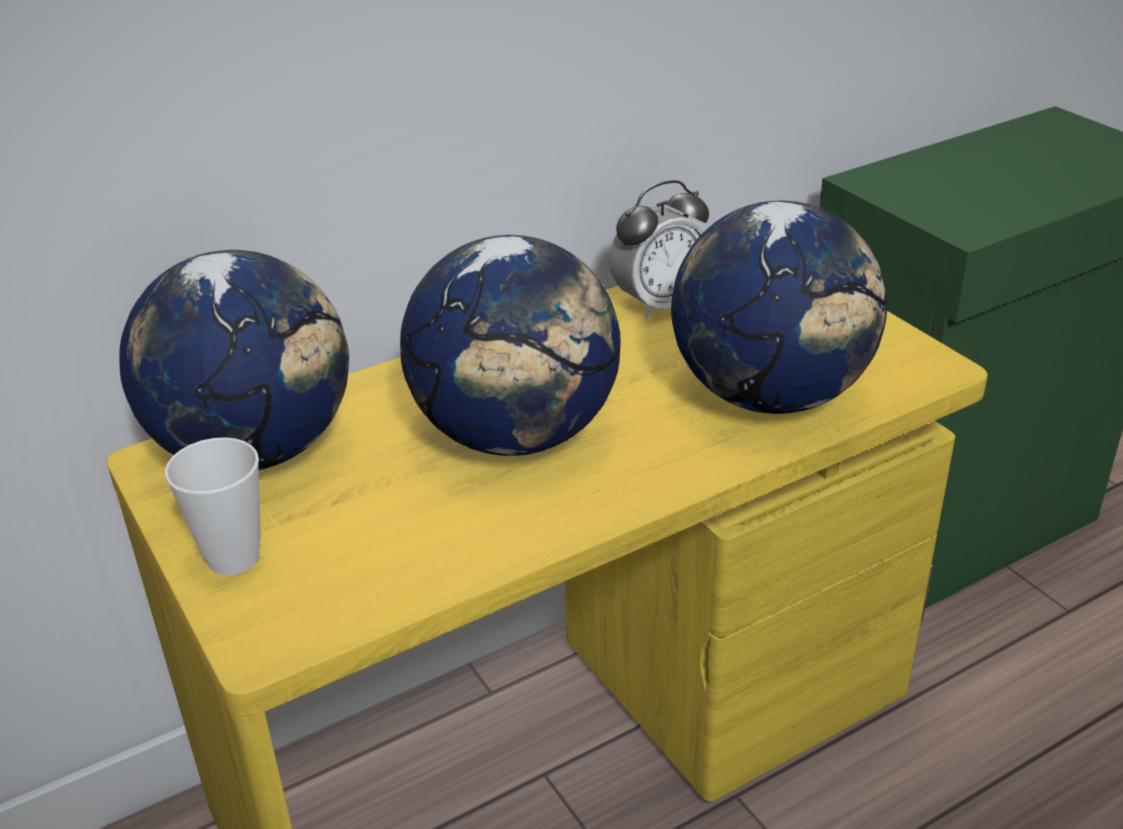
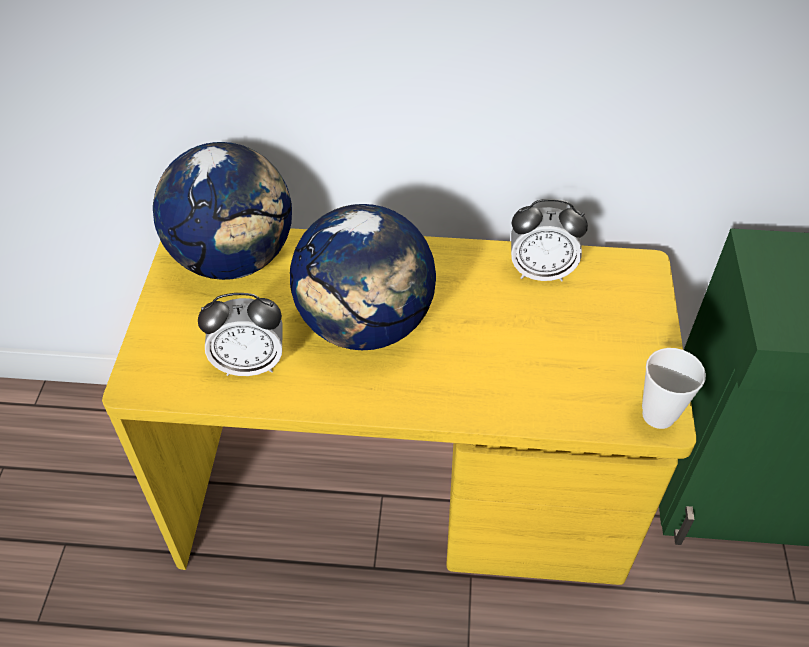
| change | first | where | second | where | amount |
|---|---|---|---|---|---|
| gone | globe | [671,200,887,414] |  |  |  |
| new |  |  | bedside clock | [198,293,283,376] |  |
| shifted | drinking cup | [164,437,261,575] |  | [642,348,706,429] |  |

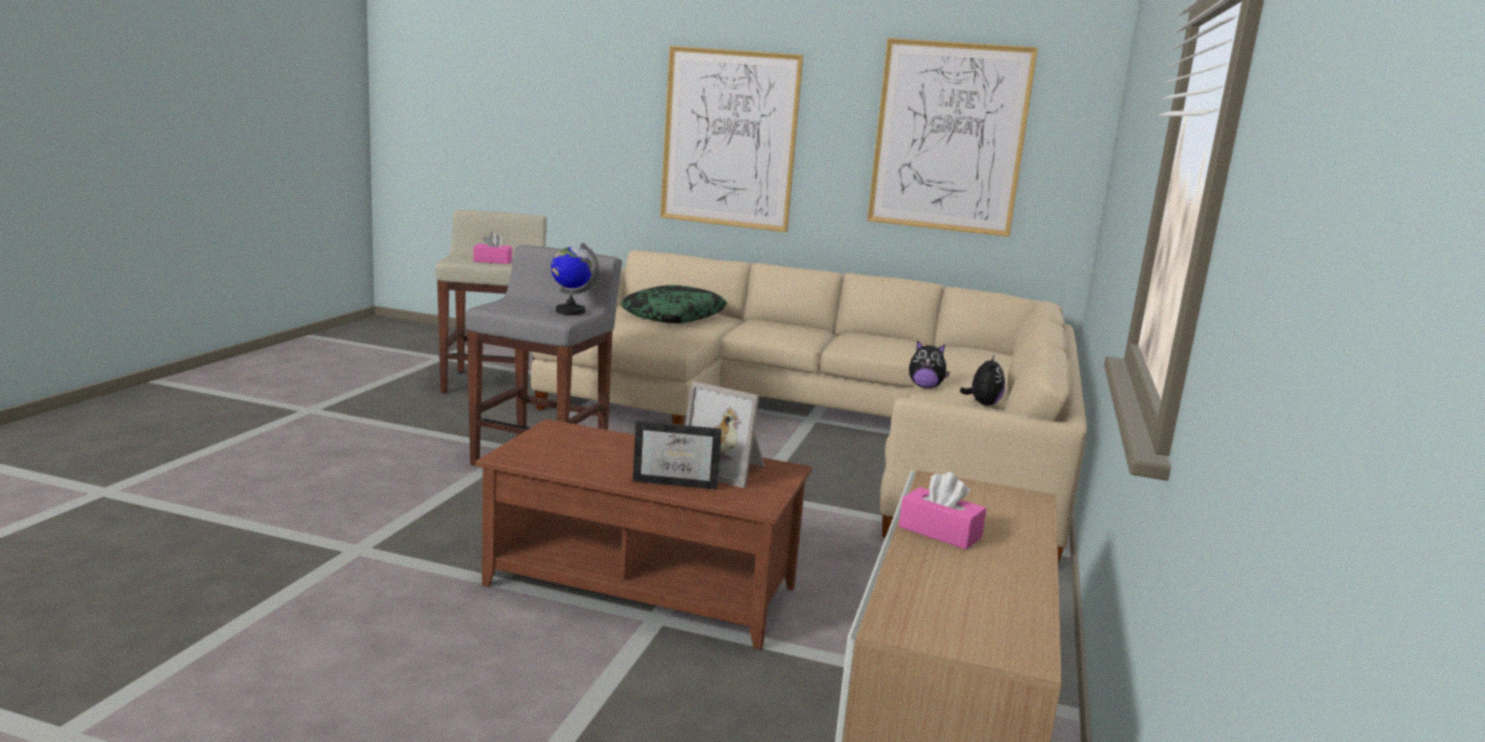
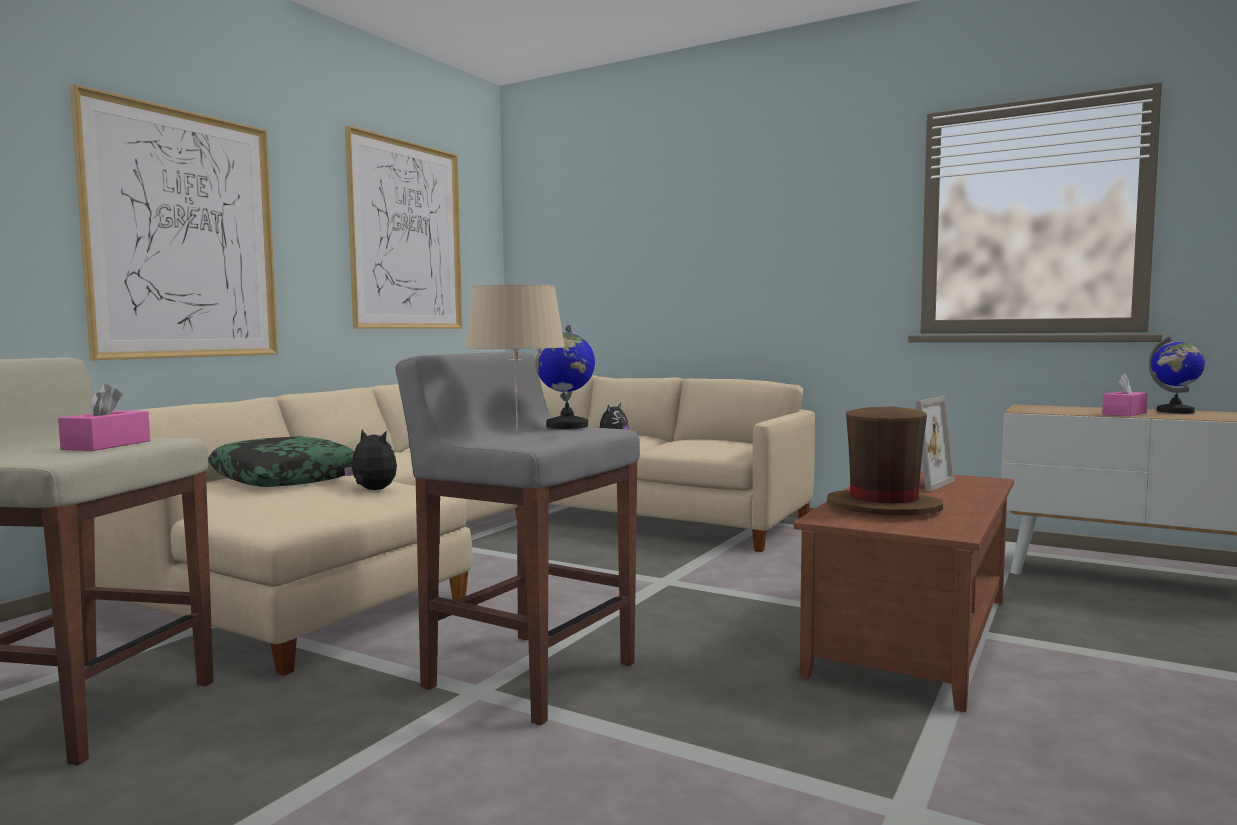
| change | first | where | second | where | amount |
|---|---|---|---|---|---|
| gone | picture frame | [633,421,722,490] |  |  |  |
| new |  |  | table lamp (sand-coloured) | [465,284,565,437] |  |
| new |  |  | clothing hat (brown-coloured) | [827,407,943,515] |  |
| new |  |  | globe | [1149,336,1205,413] |  |
| shifted | soft toy | [960,355,1005,406] |  | [344,429,397,490] |  |

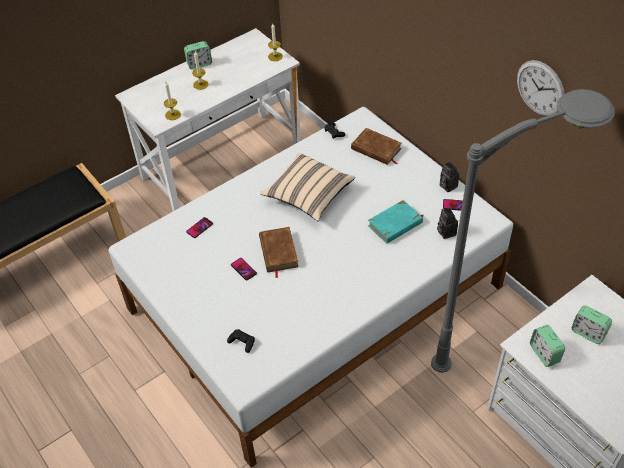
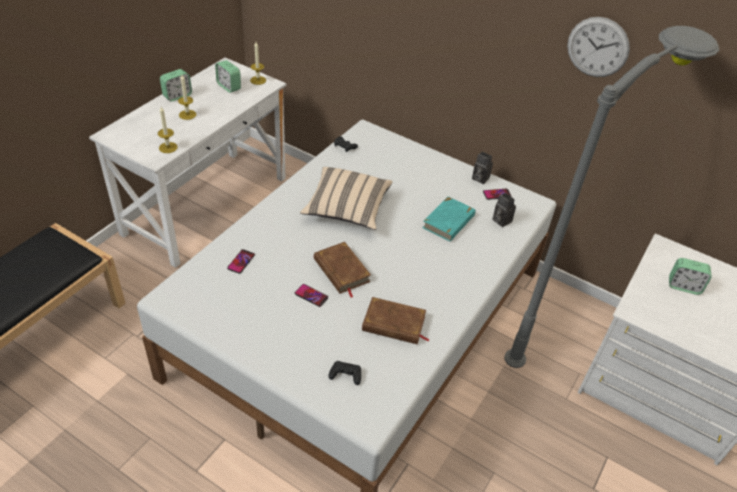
| change | first | where | second | where | amount |
|---|---|---|---|---|---|
| shifted | bound book (brown-coloured) | [351,128,402,165] |  | [362,297,430,344] |  |
| shifted | bedside clock | [530,325,565,367] |  | [215,60,241,93] |  |

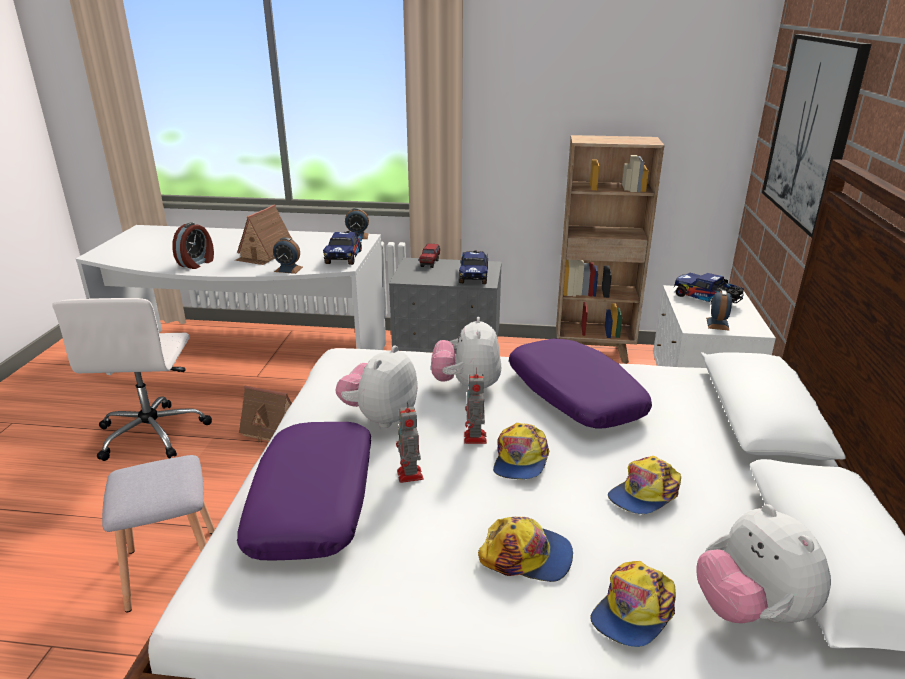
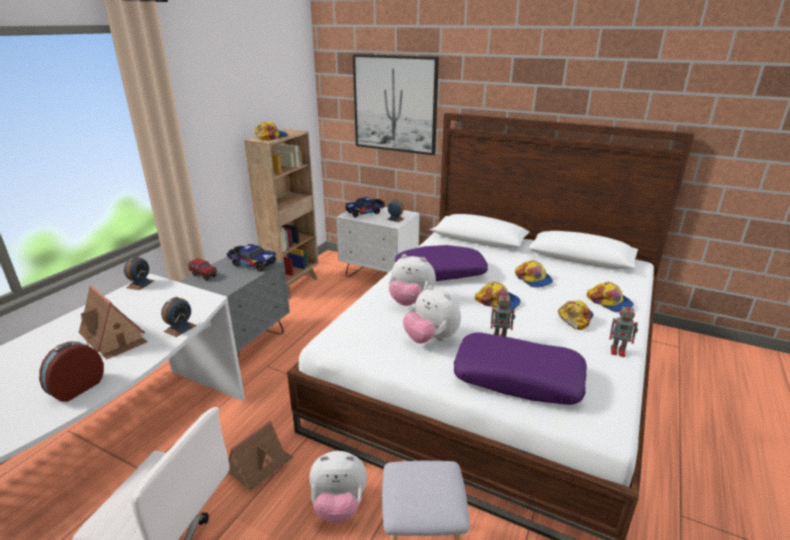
| change | first | where | second | where | amount |
|---|---|---|---|---|---|
| gone | toy lorry | [323,231,362,265] |  |  |  |
| new |  |  | baseball cap | [254,122,288,140] |  |
| shifted | toy robot | [464,368,487,444] |  | [609,303,638,357] |  |
| shifted | soft toy | [696,504,831,624] |  | [310,451,367,523] |  |
| rotated | bedside clock | [172,222,214,269] |  | [39,342,104,402] | 105 degrees counterclockwise |

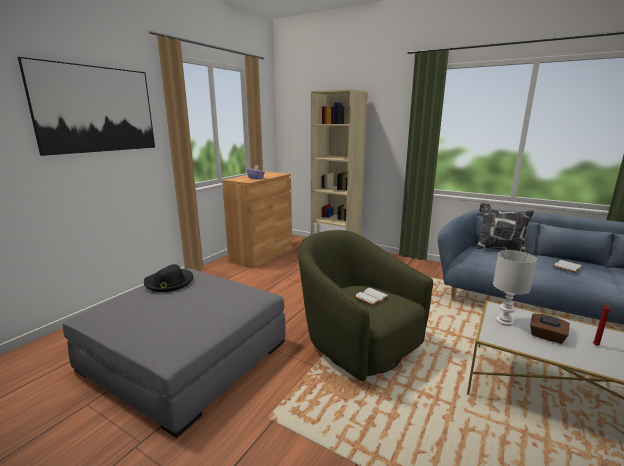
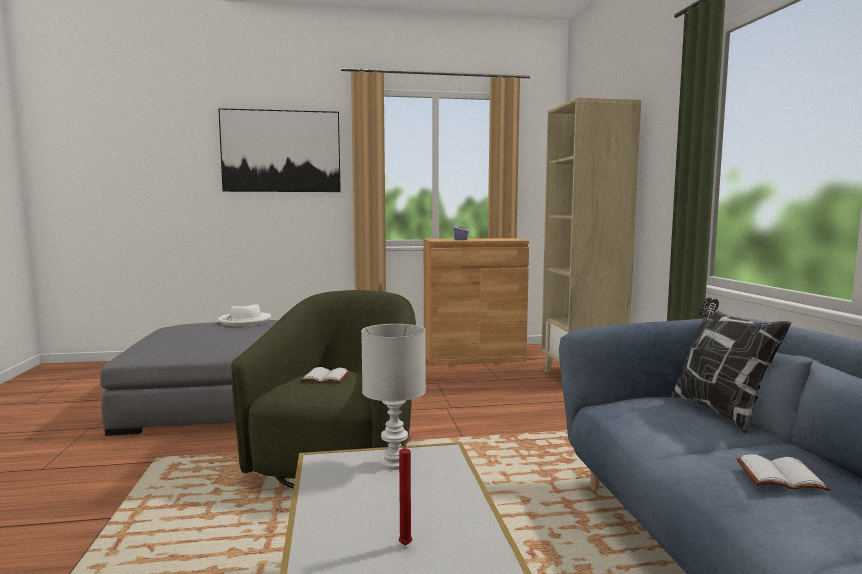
| change | first | where | second | where | amount |
|---|---|---|---|---|---|
| gone | tissue box (brown-coloured) | [530,314,570,344] |  |  |  |
| repainted | clothing hat (black-coloured) | [144,264,193,292] | clothing hat (white) | [218,304,271,326] |  |

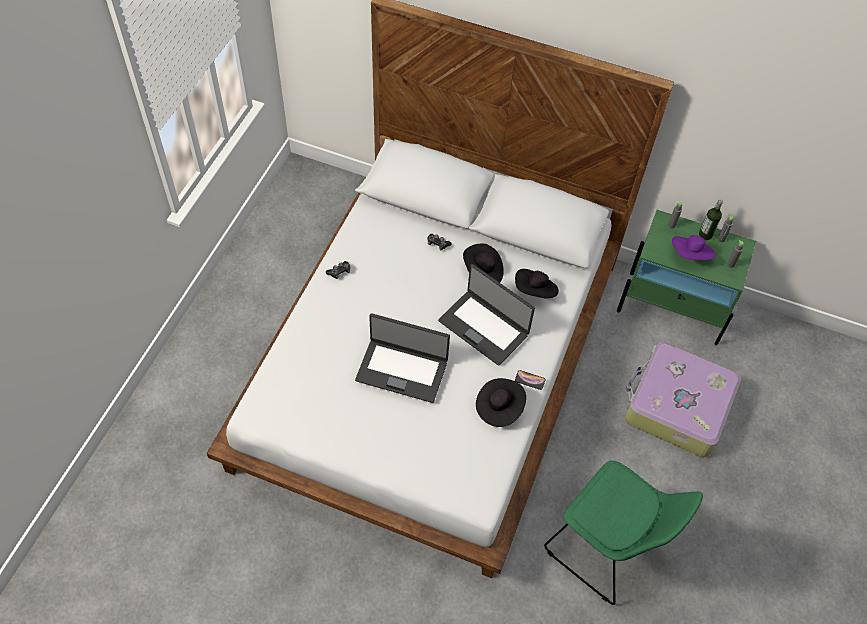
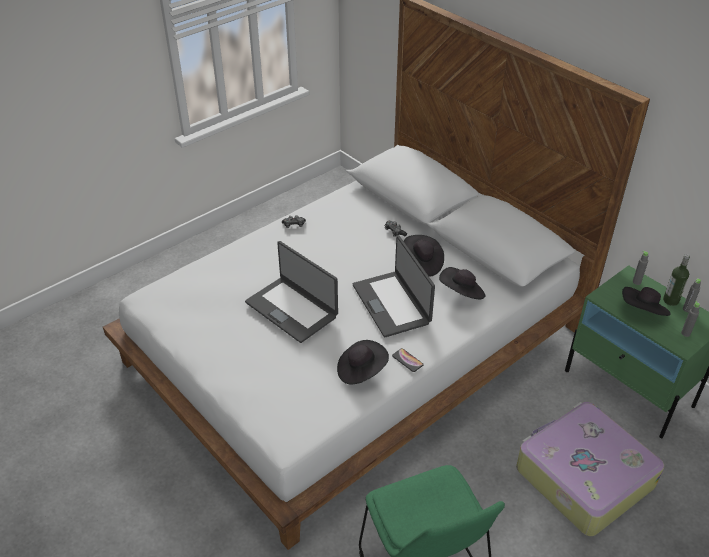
| change | first | where | second | where | amount |
|---|---|---|---|---|---|
| repainted | clothing hat (purplish) | [672,235,716,260] | clothing hat (black-coloured) | [622,287,671,316] |  |

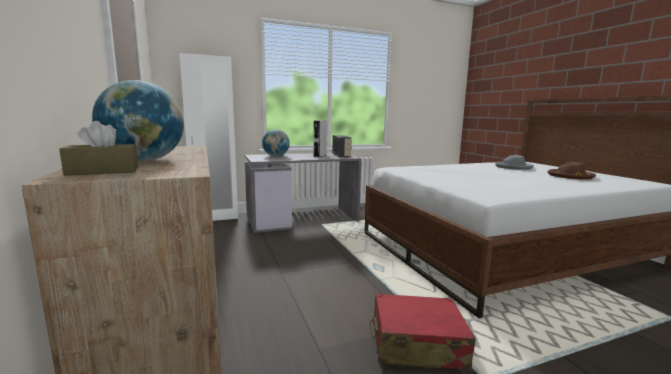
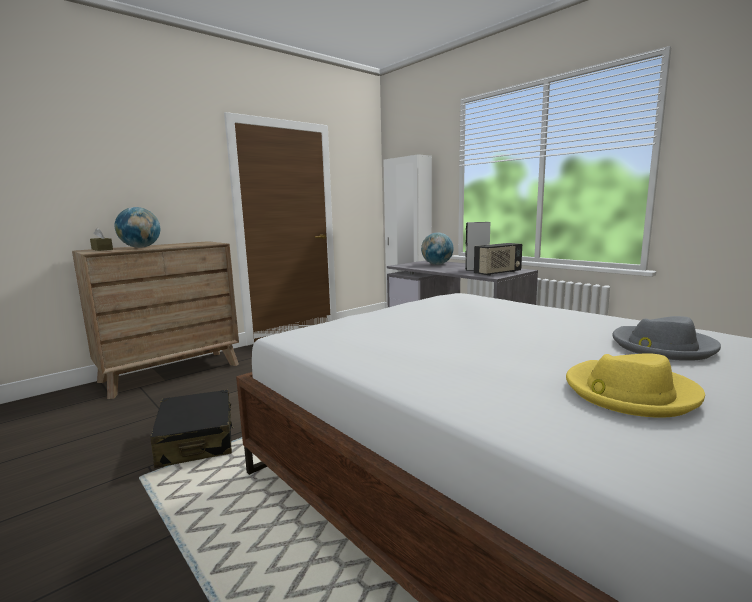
| change | first | where | second | where | amount |
|---|---|---|---|---|---|
| repainted | suitcase (reddish) | [369,293,476,370] | suitcase (black-coloured) | [150,390,234,468] |  |
| repainted | clothing hat (brown-coloured) | [547,162,596,180] | clothing hat (yellow-coloured) | [566,353,705,418] |  |

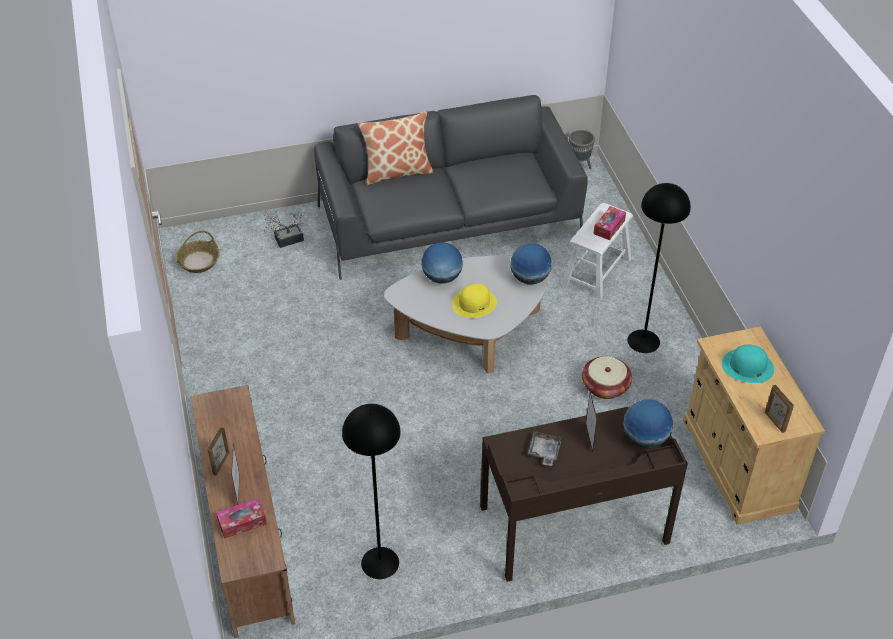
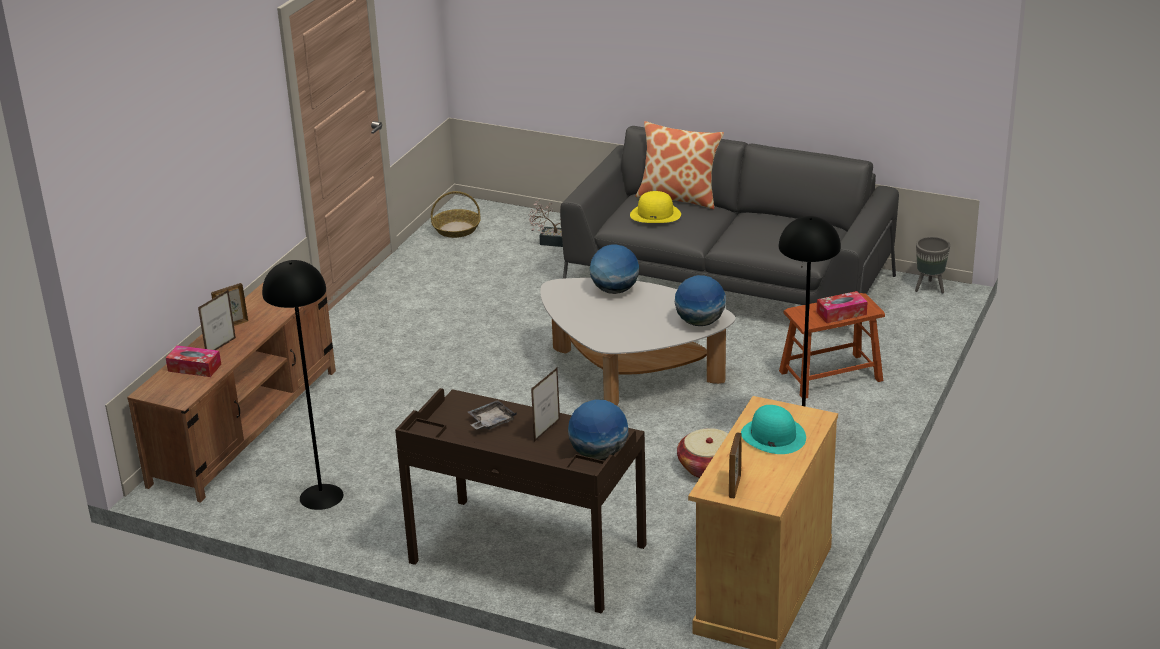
| change | first | where | second | where | amount |
|---|---|---|---|---|---|
| shifted | clothing hat (yellow-coloured) | [452,283,497,318] |  | [630,191,681,223] |  |
| repainted | stool seat (white) | [562,203,633,299] | stool seat (brown-coloured) | [779,293,885,398] |  |

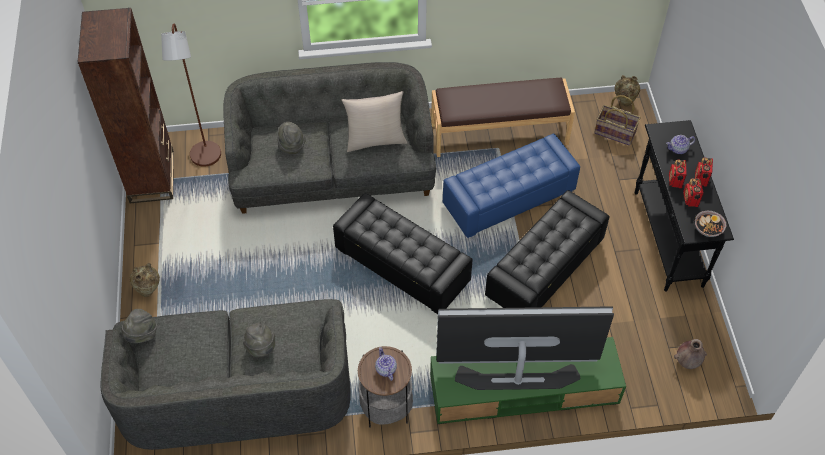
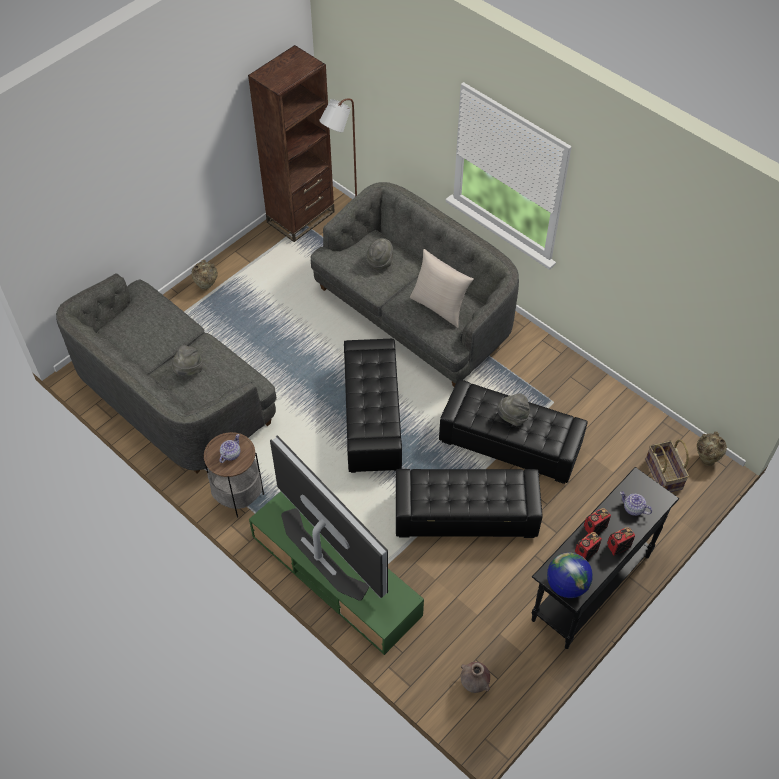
| change | first | where | second | where | amount |
|---|---|---|---|---|---|
| gone | long seat (brown-coloured) | [431,78,575,157] |  |  |  |
| shifted | clothing hat (greyish) | [121,309,157,343] |  | [497,393,530,426] |  |
| swapped | serving bowl | [695,211,726,237] | globe | [547,553,593,598] |  |
| repainted | footrest (bluish) | [443,133,580,238] | footrest (black-coloured) | [439,379,588,484] |  |

